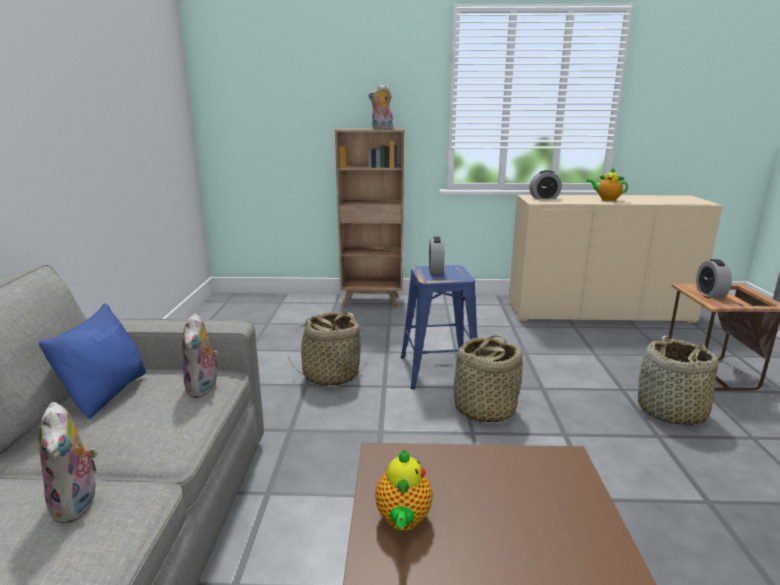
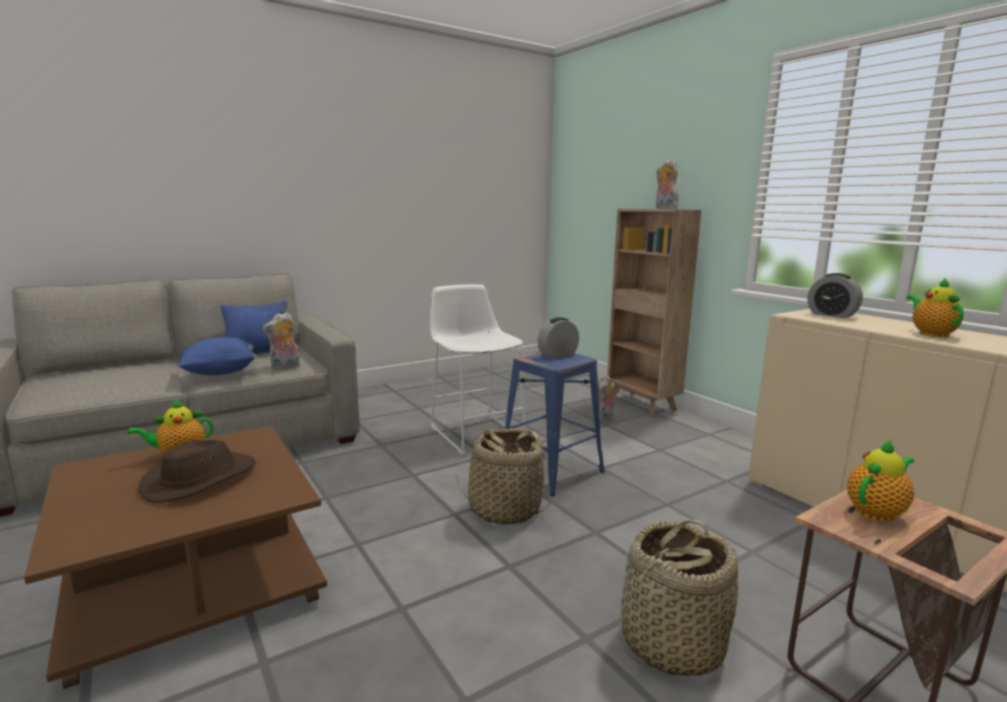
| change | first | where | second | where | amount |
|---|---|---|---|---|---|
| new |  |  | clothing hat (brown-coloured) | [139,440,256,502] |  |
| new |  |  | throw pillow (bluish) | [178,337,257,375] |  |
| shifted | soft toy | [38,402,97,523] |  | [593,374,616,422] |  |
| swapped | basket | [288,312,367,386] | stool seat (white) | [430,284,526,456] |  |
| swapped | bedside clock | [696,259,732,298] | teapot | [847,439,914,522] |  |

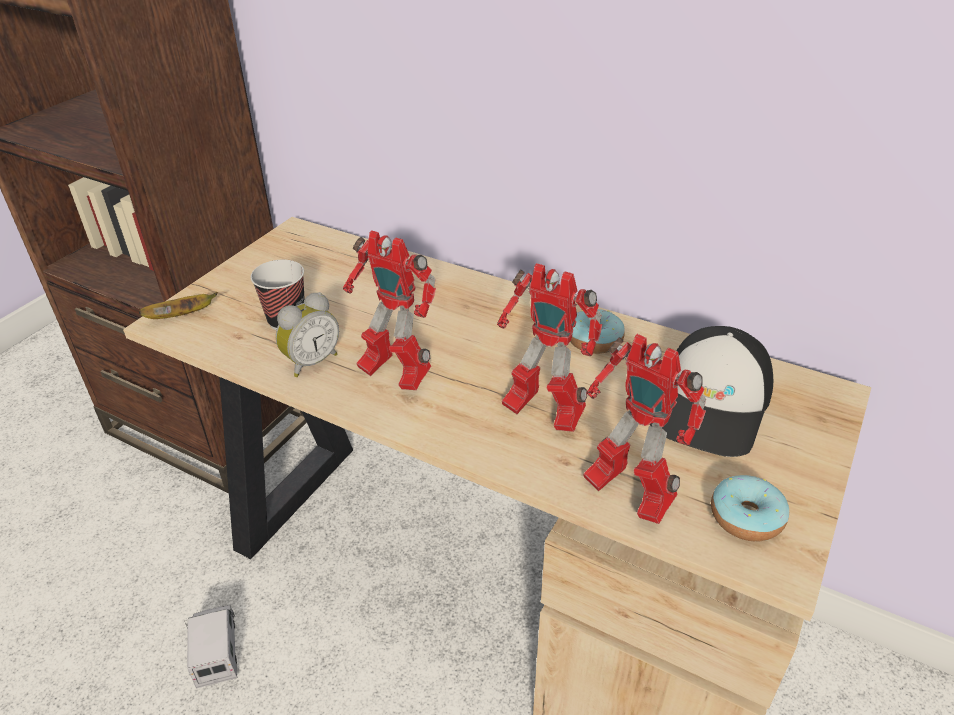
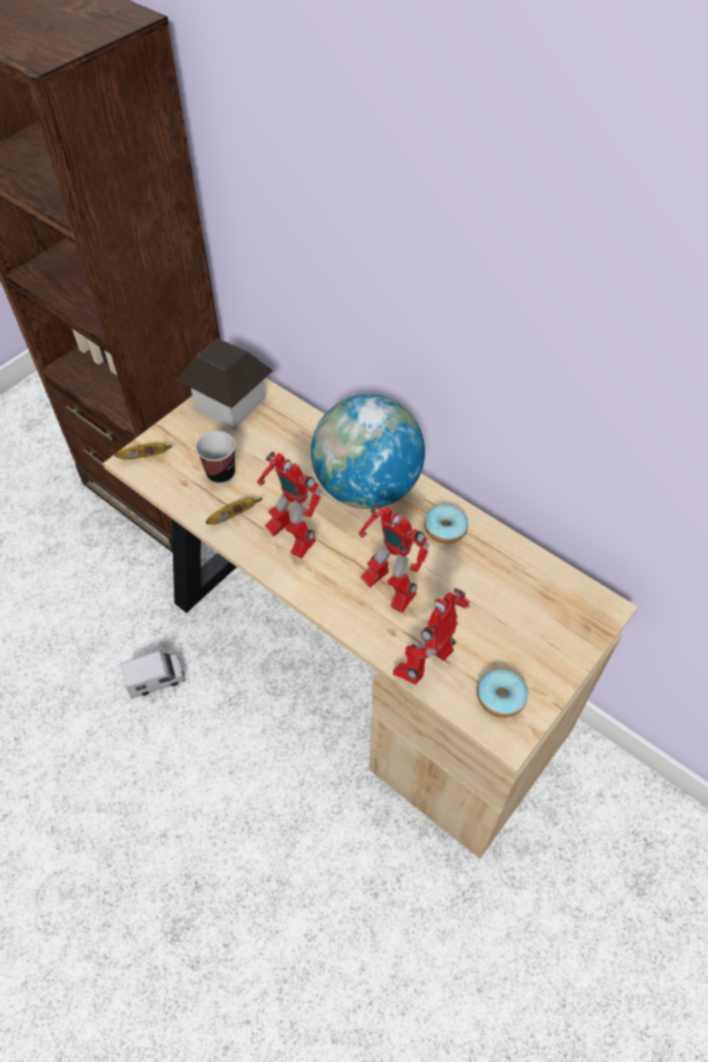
| change | first | where | second | where | amount |
|---|---|---|---|---|---|
| gone | baseball cap | [650,326,773,457] |  |  |  |
| new |  |  | miniature house | [177,339,273,430] |  |
| new |  |  | globe | [311,394,425,509] |  |
| swapped | bedside clock | [276,292,339,377] | whole banana | [206,498,263,525] |  |
| rotated | toy lorry | [185,605,237,689] |  | [121,650,186,699] | 75 degrees clockwise |
| rotated | toy robot | [584,334,706,524] |  | [393,588,470,685] | 75 degrees clockwise |

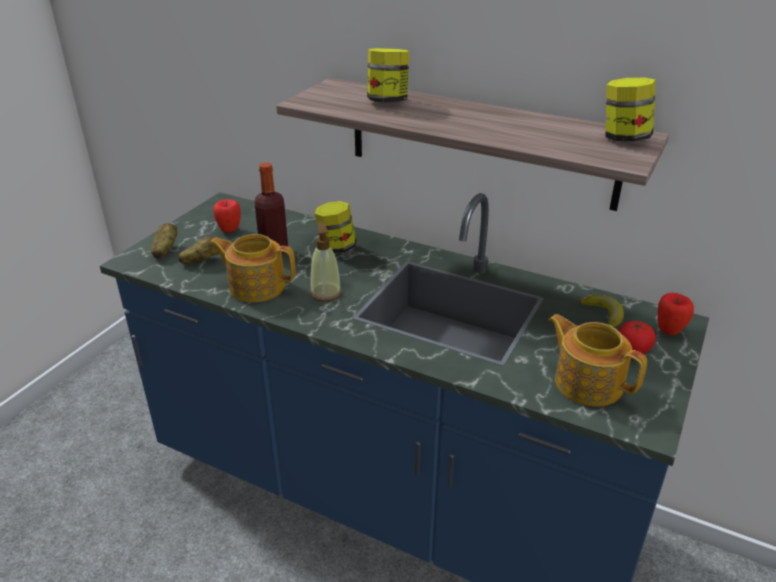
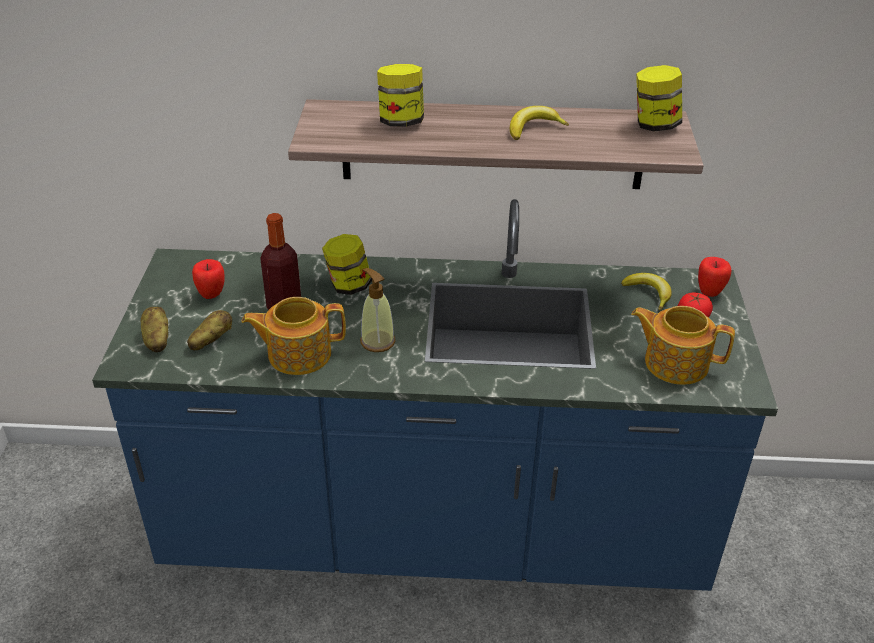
| change | first | where | second | where | amount |
|---|---|---|---|---|---|
| new |  |  | whole banana | [510,106,569,140] |  |

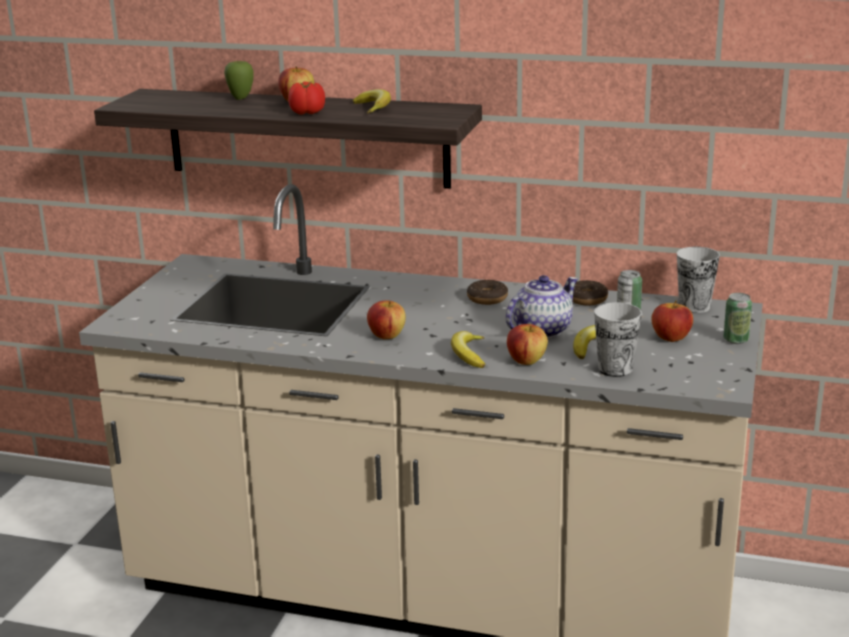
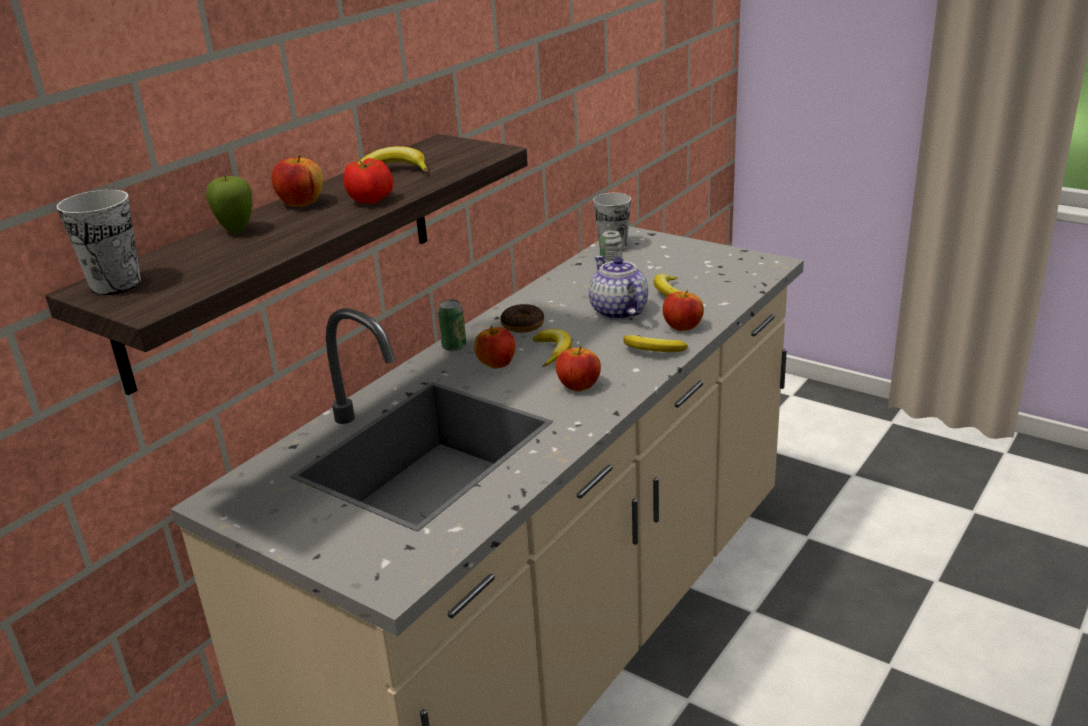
| change | first | where | second | where | amount |
|---|---|---|---|---|---|
| gone | doughnut | [573,280,608,306] |  |  |  |
| new |  |  | whole banana | [533,329,572,367] |  |
| shifted | drinking cup | [594,302,642,377] |  | [56,189,141,295] |  |
| shifted | whole apple | [651,300,693,342] |  | [474,325,515,369] |  |
| shifted | metal can | [723,293,752,344] |  | [437,299,466,351] |  |

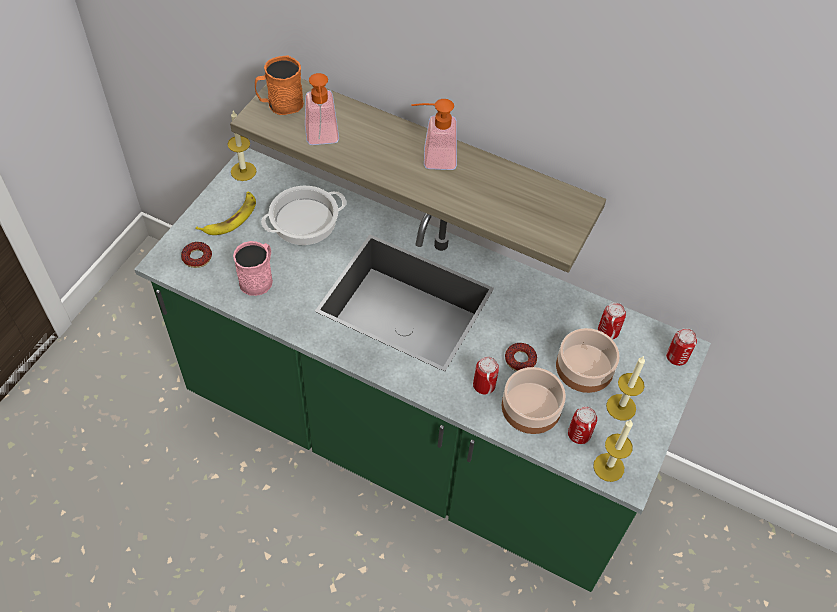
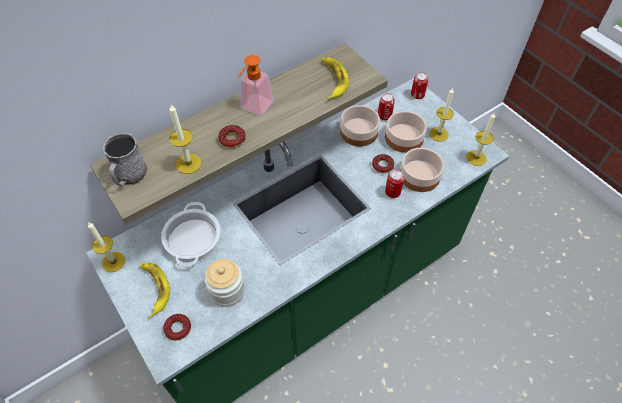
| change | first | where | second | where | amount |
|---|---|---|---|---|---|
| gone | metal can | [568,406,597,444] |  |  |  |
| new |  |  | doughnut | [218,125,246,148] |  |
| new |  |  | whole banana | [322,57,349,100] |  |
| new |  |  | serving bowl | [340,105,380,146] |  |
| swapped | mug (pink) | [233,241,273,296] | jar | [204,259,245,307] |  |
| swapped | soap bottle | [305,73,339,145] | wax light | [169,105,202,174] |  |
| repainted | mug (orange-coloured) | [255,55,304,115] | mug (greyish) | [103,133,147,186] |  |

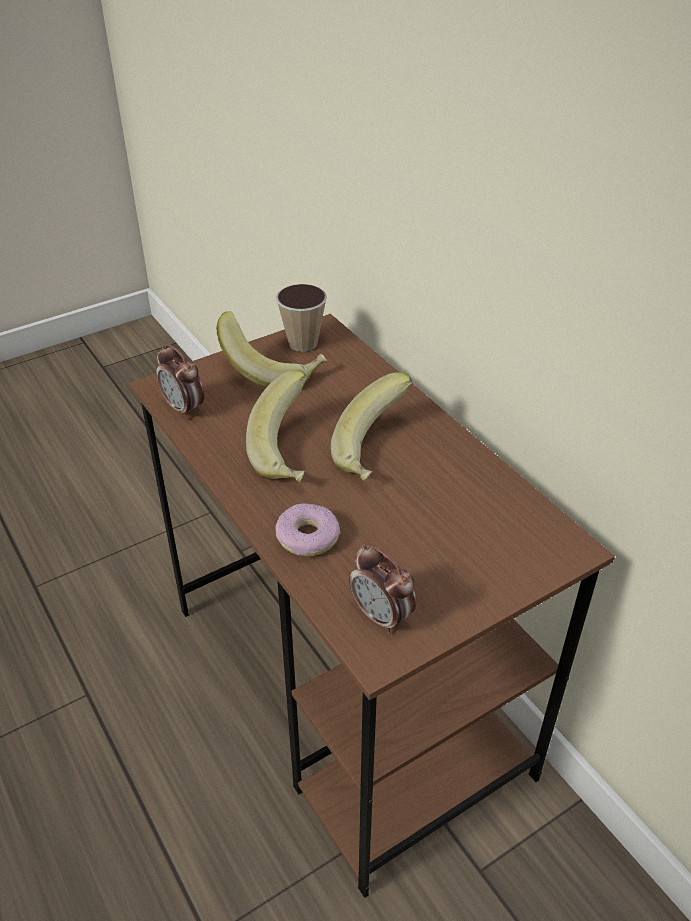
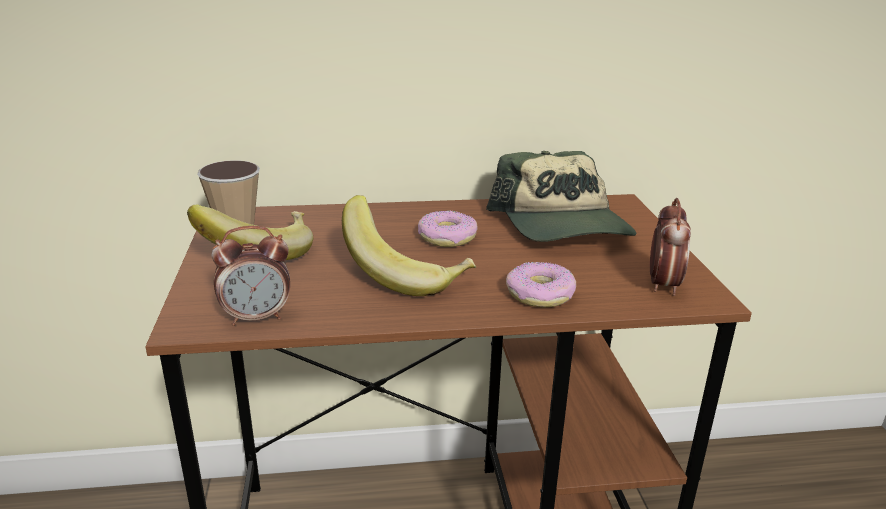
| change | first | where | second | where | amount |
|---|---|---|---|---|---|
| new |  |  | baseball cap | [486,151,636,242] |  |
| swapped | whole banana | [331,372,413,481] | doughnut | [418,211,477,247] |  |
| rotated | bedside clock | [349,544,417,634] |  | [650,198,691,296] | 60 degrees counterclockwise |

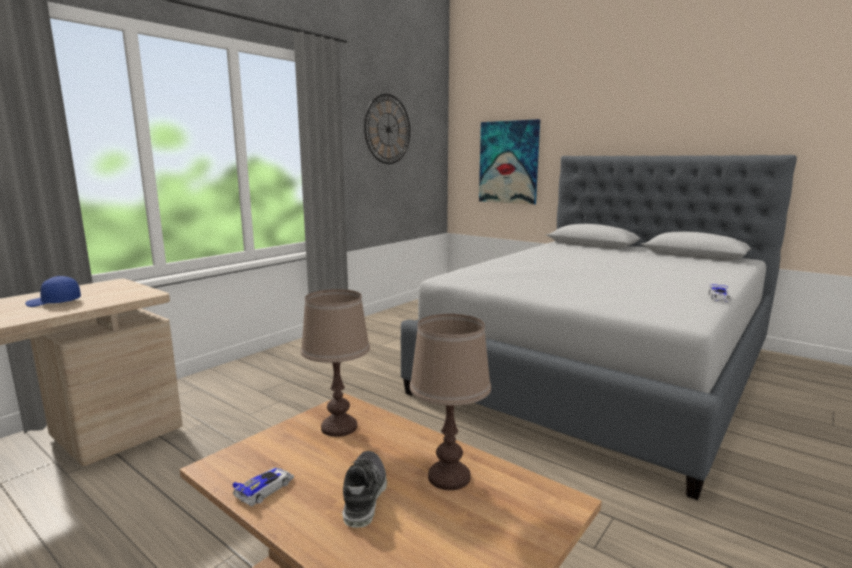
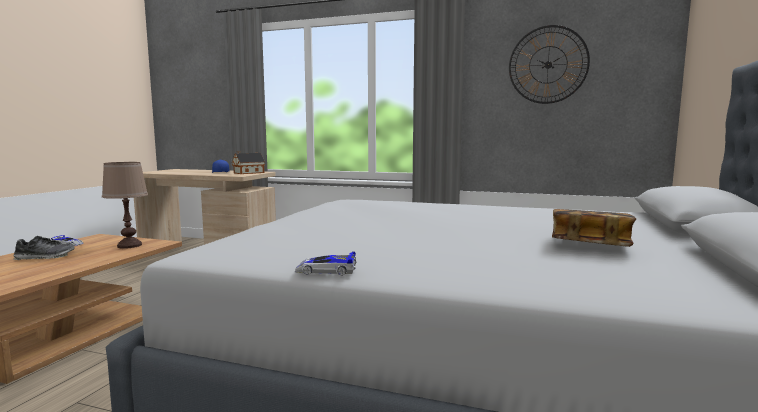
| change | first | where | second | where | amount |
|---|---|---|---|---|---|
| gone | table lamp (brown-coloured) | [410,314,491,490] |  |  |  |
| gone | picture | [479,119,540,205] |  |  |  |
| new |  |  | miniature house | [232,151,265,174] |  |
| new |  |  | bound book | [552,209,636,247] |  |

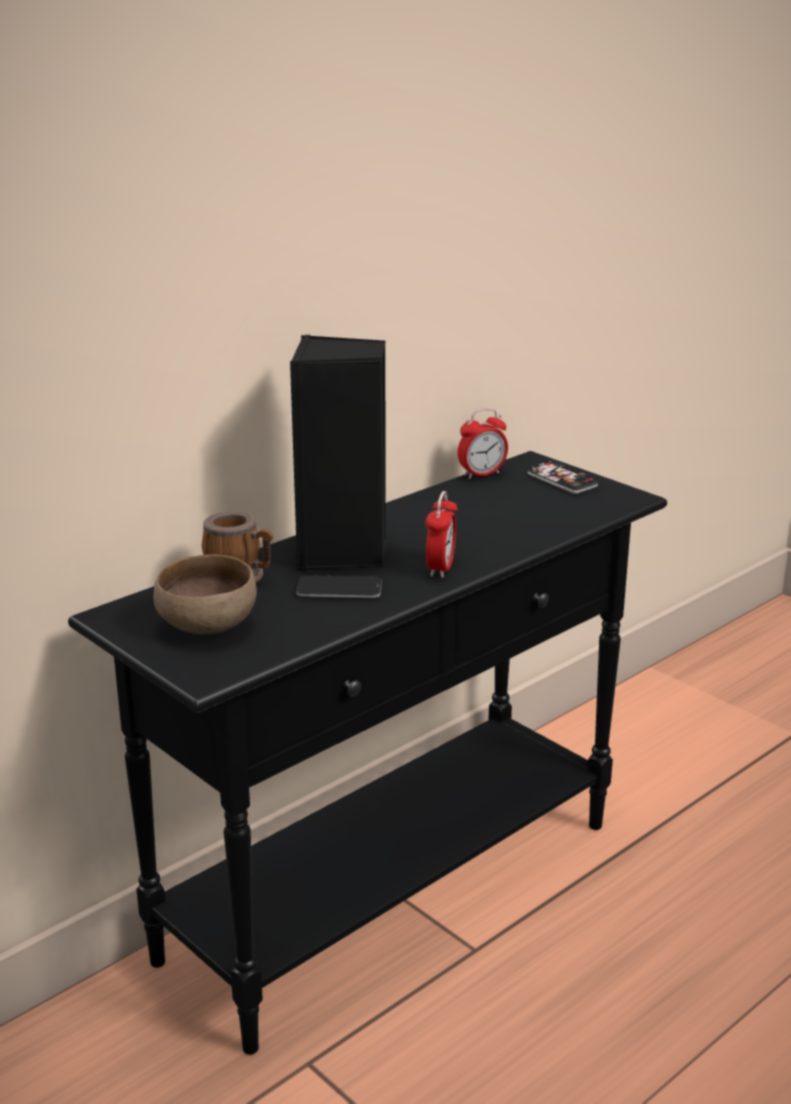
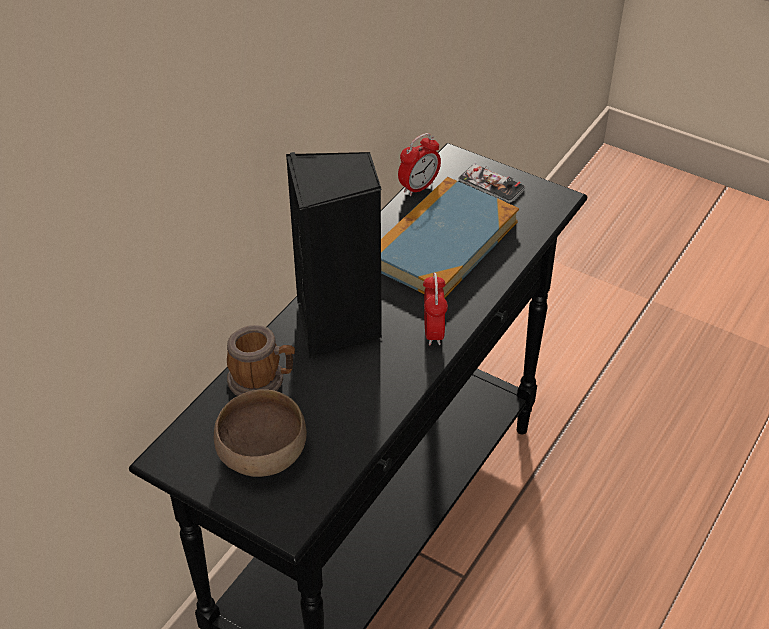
| change | first | where | second | where | amount |
|---|---|---|---|---|---|
| gone | handset | [296,575,382,598] |  |  |  |
| new |  |  | bound book | [381,177,519,298] |  |

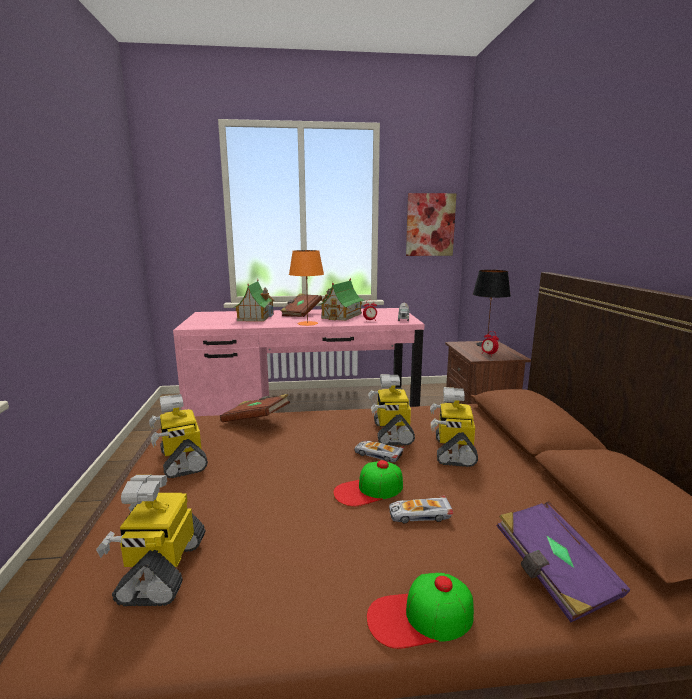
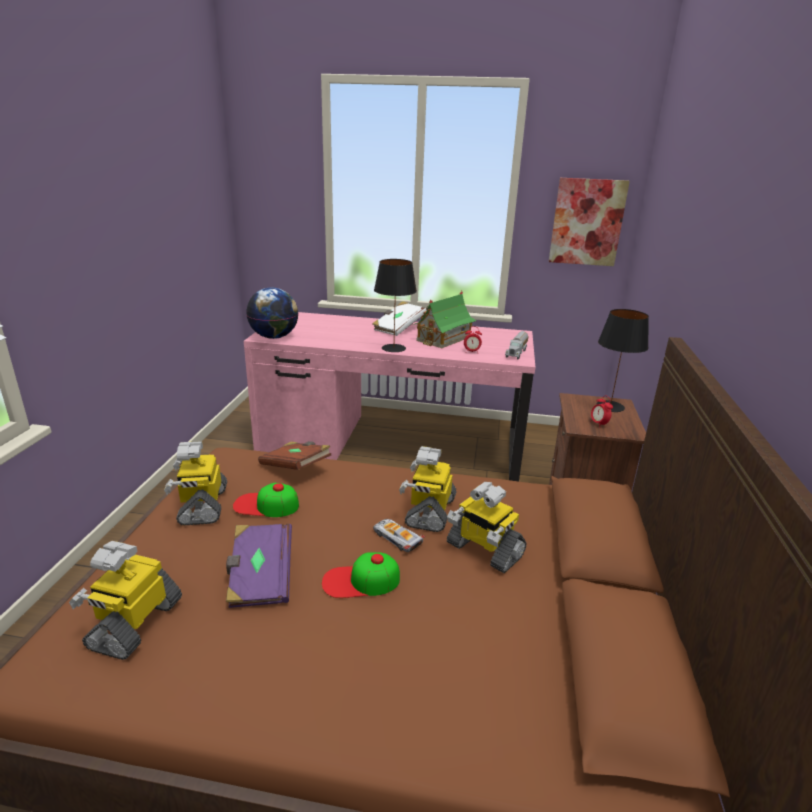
| change | first | where | second | where | amount |
|---|---|---|---|---|---|
| gone | miniature house | [233,280,274,321] |  |  |  |
| gone | toy car | [389,495,453,523] |  |  |  |
| new |  |  | globe | [246,287,298,339] |  |
| shifted | baseball cap | [367,573,474,649] |  | [233,483,299,517] |  |
| shifted | bound book (purplish) | [497,501,630,622] |  | [226,524,292,608] |  |
| repainted | bound book (brown-coloured) | [280,293,322,317] | bound book (white) | [372,301,427,336] |  |
| repainted | table lamp (orange-coloured) | [289,250,324,326] | table lamp (black-coloured) | [374,259,417,352] |  |
| rotated | toy robot | [430,387,478,467] |  | [447,482,527,573] | 75 degrees counterclockwise |

